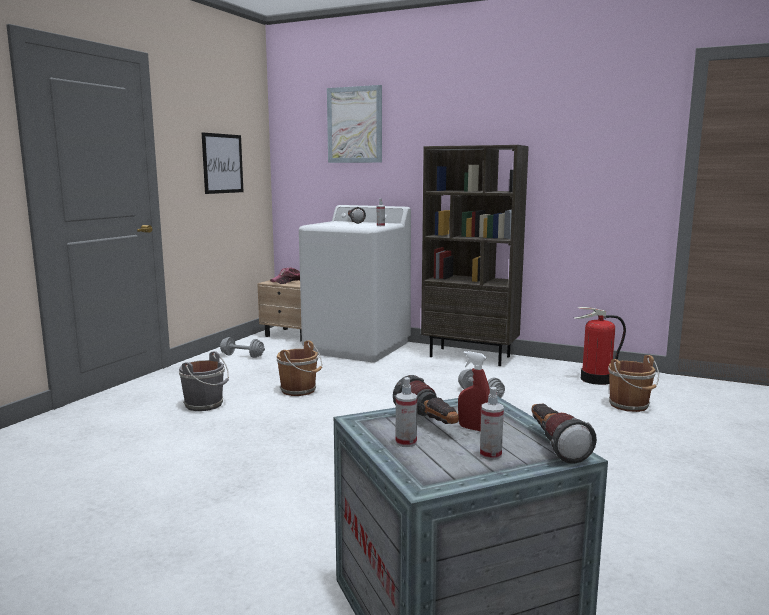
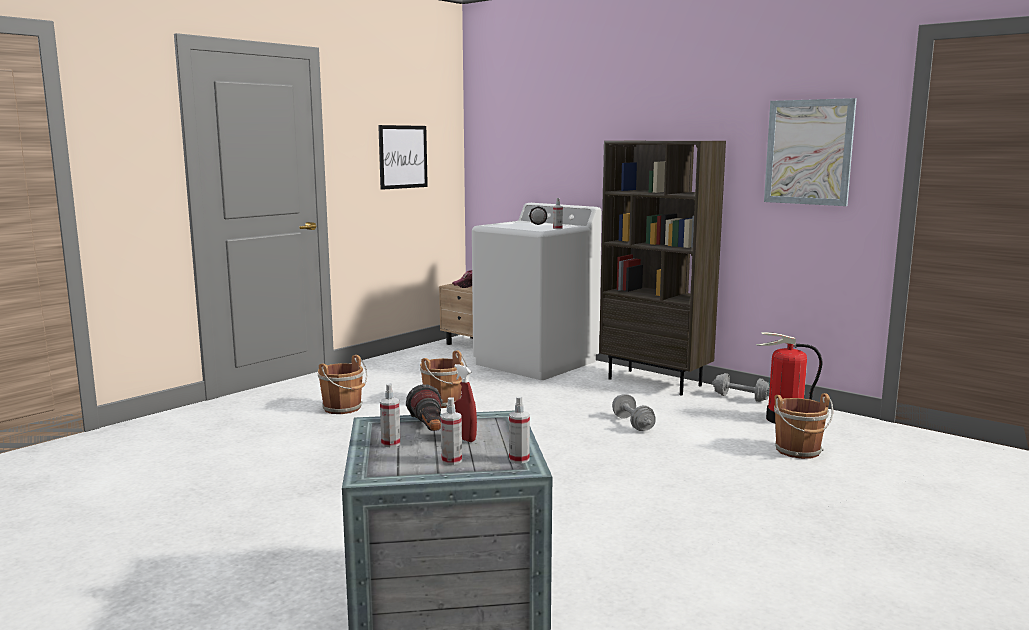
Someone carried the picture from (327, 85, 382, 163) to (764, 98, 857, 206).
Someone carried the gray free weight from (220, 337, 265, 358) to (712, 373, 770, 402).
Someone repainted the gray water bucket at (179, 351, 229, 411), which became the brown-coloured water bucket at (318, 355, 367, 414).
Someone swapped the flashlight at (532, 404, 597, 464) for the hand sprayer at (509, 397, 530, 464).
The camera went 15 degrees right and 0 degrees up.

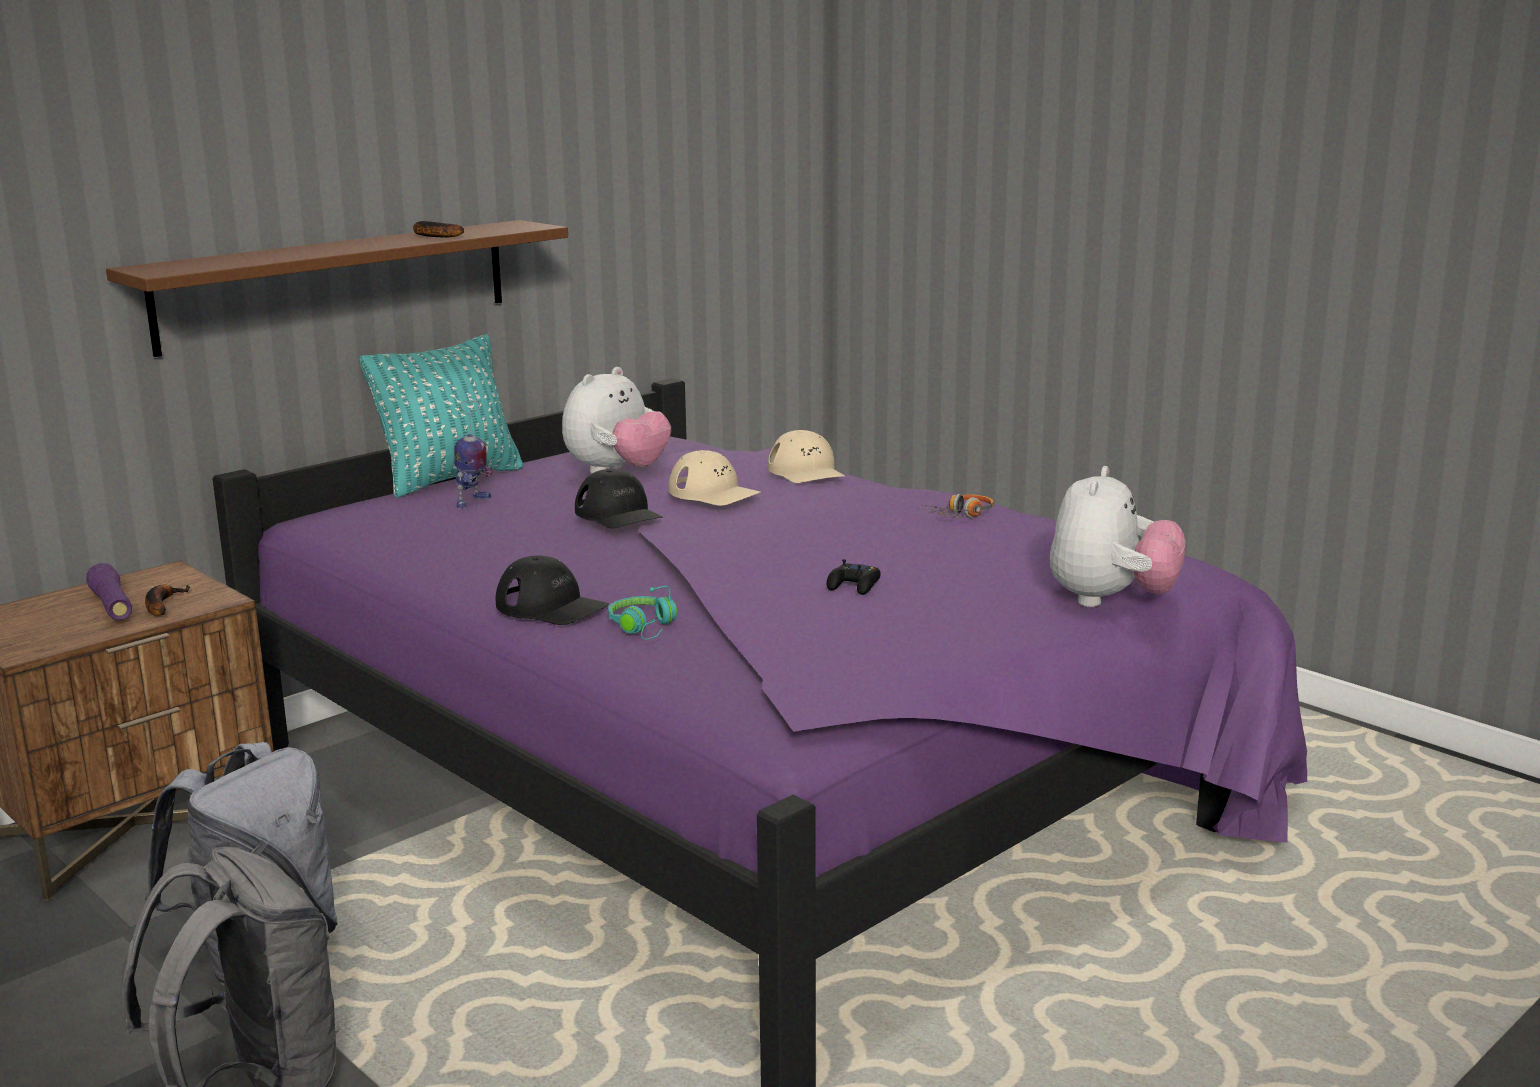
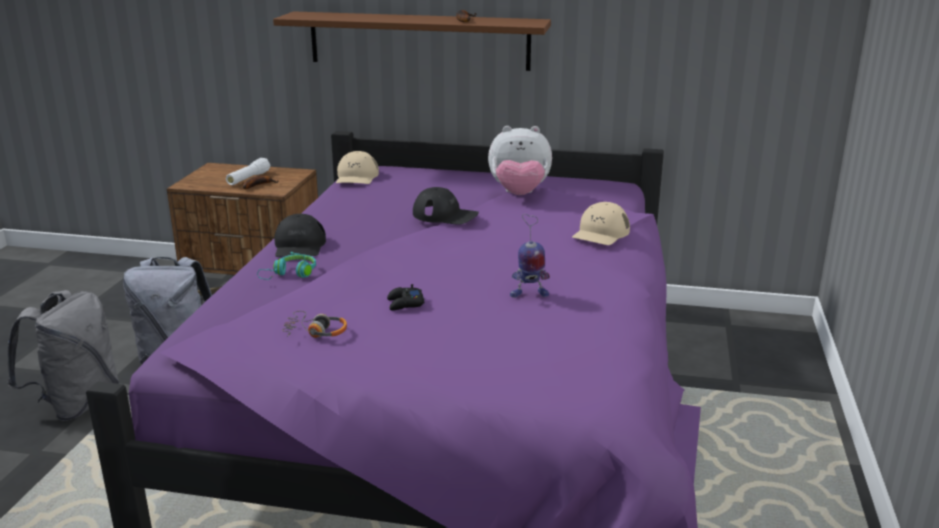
Someone took away the turquoise throw pillow at (360, 334, 523, 498).
Someone carried the model robot from (454, 400, 494, 509) to (510, 214, 550, 298).
Someone carried the beige baseball cap from (668, 450, 761, 506) to (336, 151, 379, 184).
Someone took away the cuddly toy at (1050, 466, 1185, 607).
Someone rotated the black baseball cap at (575, 469, 663, 528) by 90 degrees counterclockwise.
Someone carried the pair of headphones from (918, 494, 994, 518) to (282, 311, 347, 338).
Someone repainted the purplish flashlight at (86, 563, 132, 620), which became the whitish flashlight at (226, 158, 270, 185).
The camera went 55 degrees right and 5 degrees up.

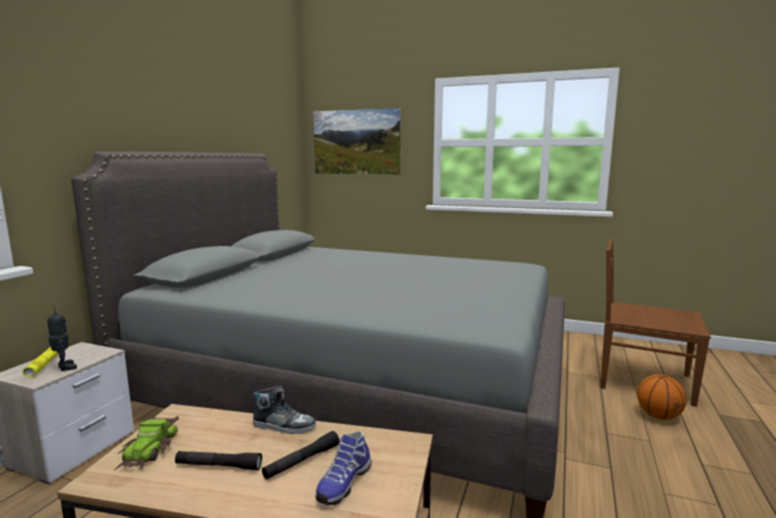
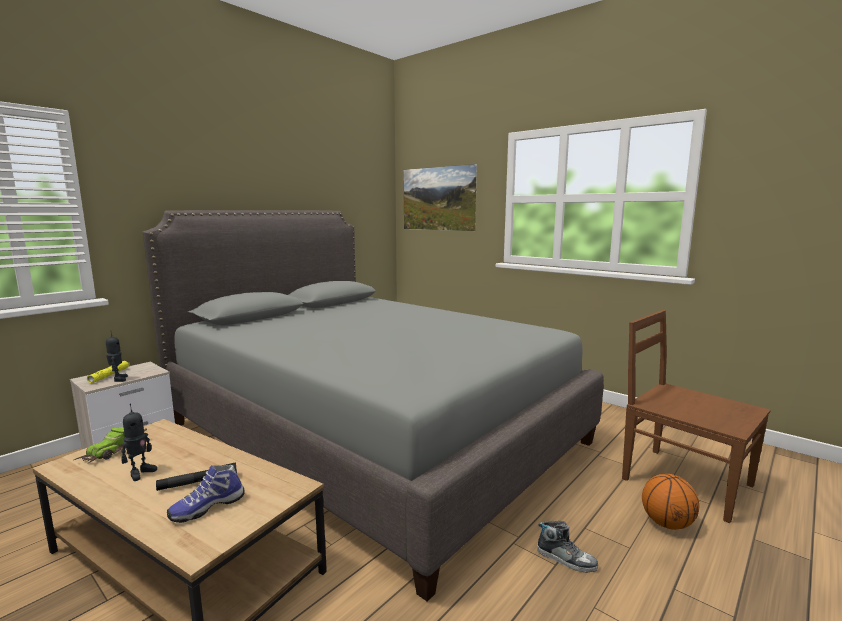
Someone carried the shoe from (252, 386, 316, 434) to (537, 521, 598, 573).
Someone swapped the black flashlight at (175, 451, 262, 470) for the model robot at (121, 404, 157, 481).
The camera went 20 degrees right and 0 degrees up.

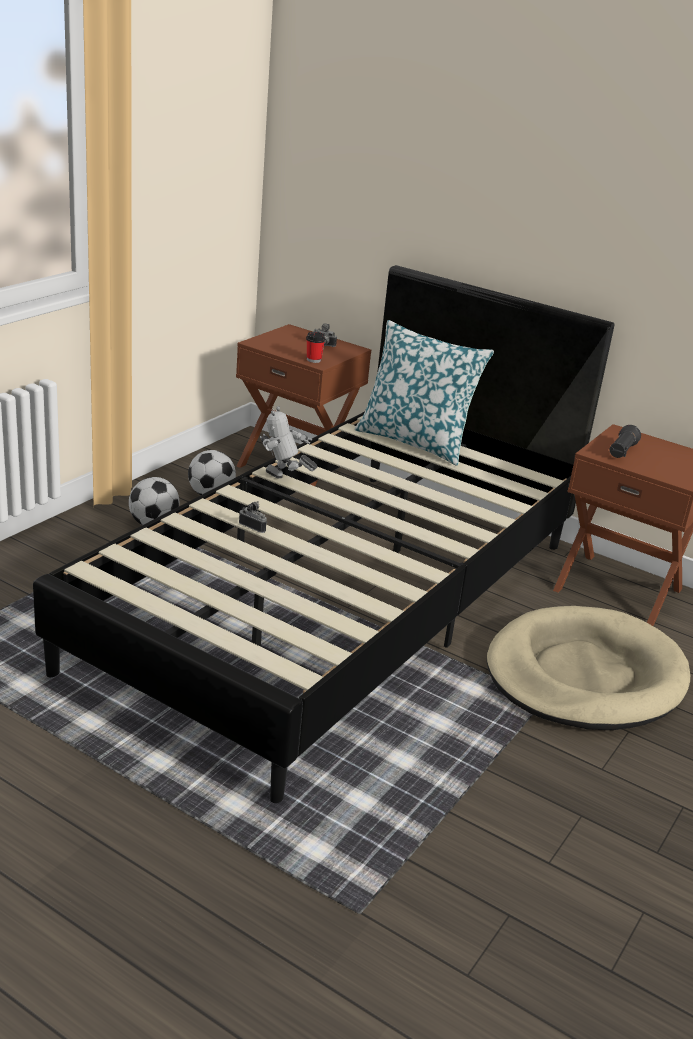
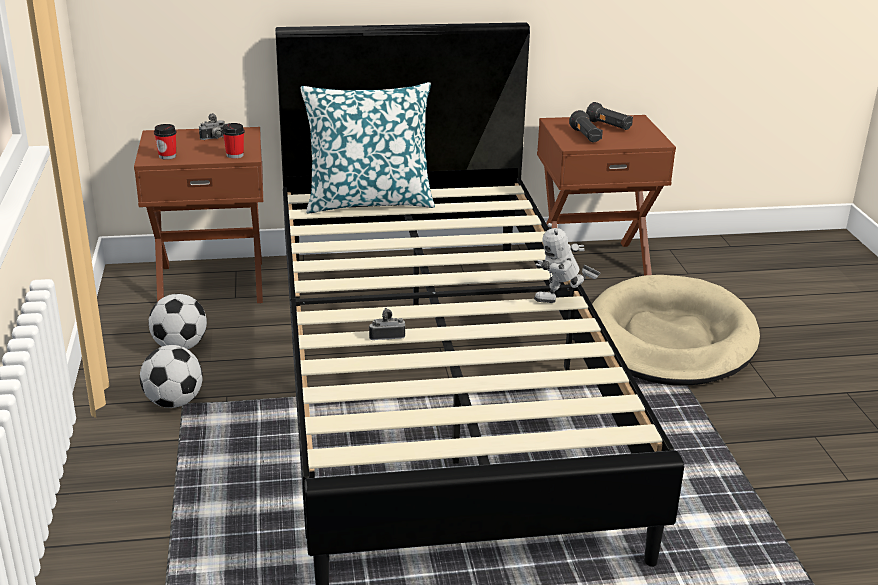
Someone carried the model robot from (260, 406, 317, 479) to (534, 223, 600, 303).
Someone put down the black flashlight at (586, 102, 633, 130).
Someone put down the cup at (154, 124, 177, 160).
The camera went 40 degrees left and 0 degrees up.

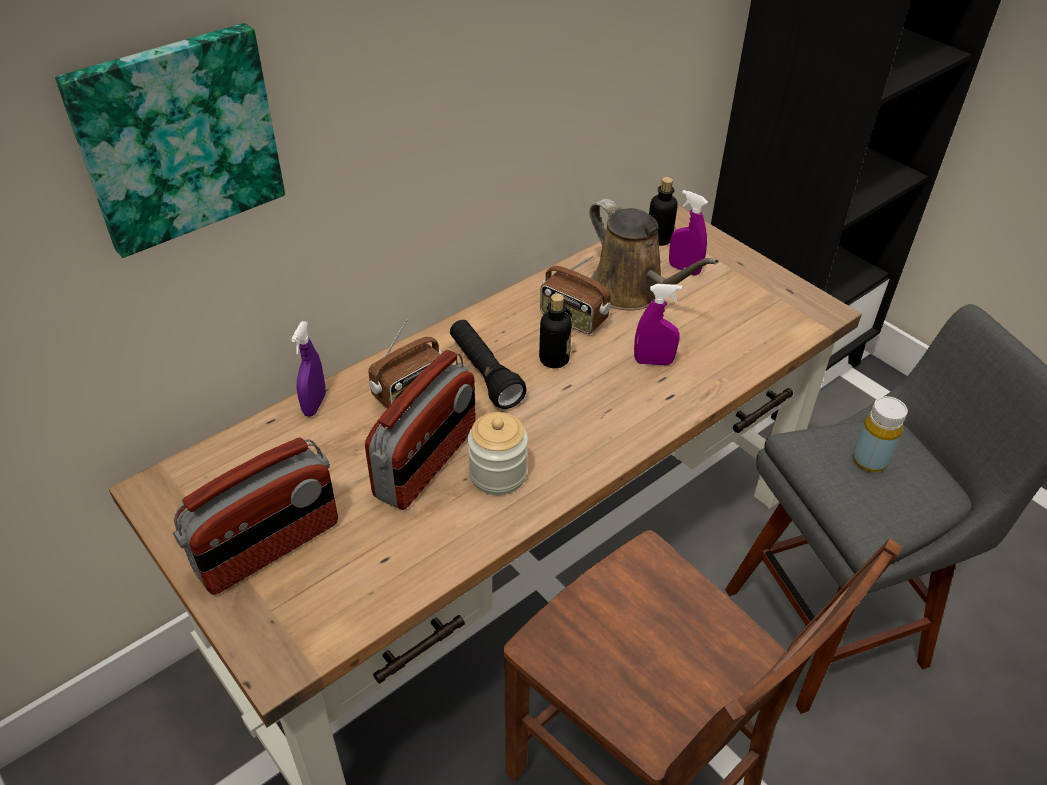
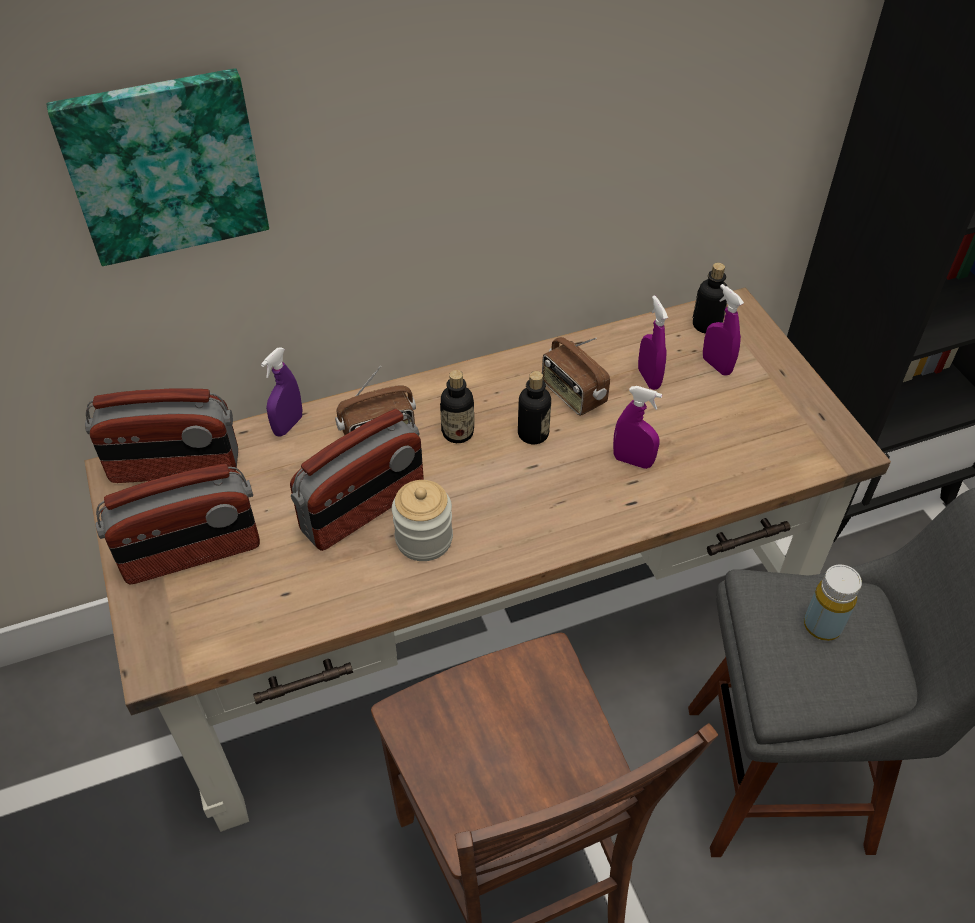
Someone swapped the brown-coloured watering pot at (589, 199, 719, 311) for the purplish hand sprayer at (638, 295, 668, 390).
Someone swapped the black flashlight at (450, 320, 527, 409) for the beverage bottle at (440, 370, 474, 443).
Someone put down the radio receiver at (85, 388, 238, 483).
The camera went 20 degrees right and 5 degrees up.

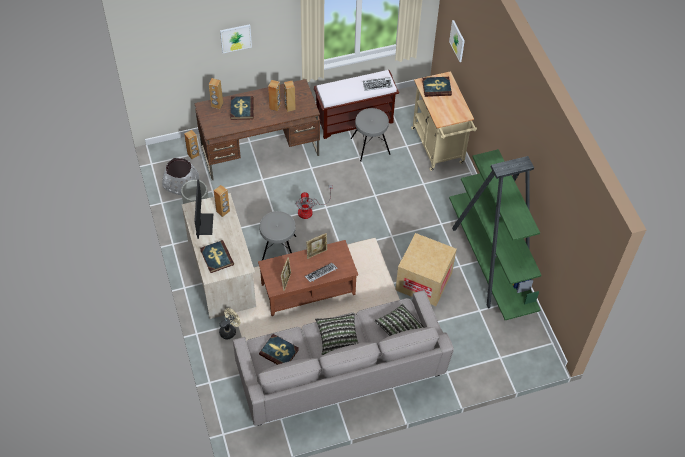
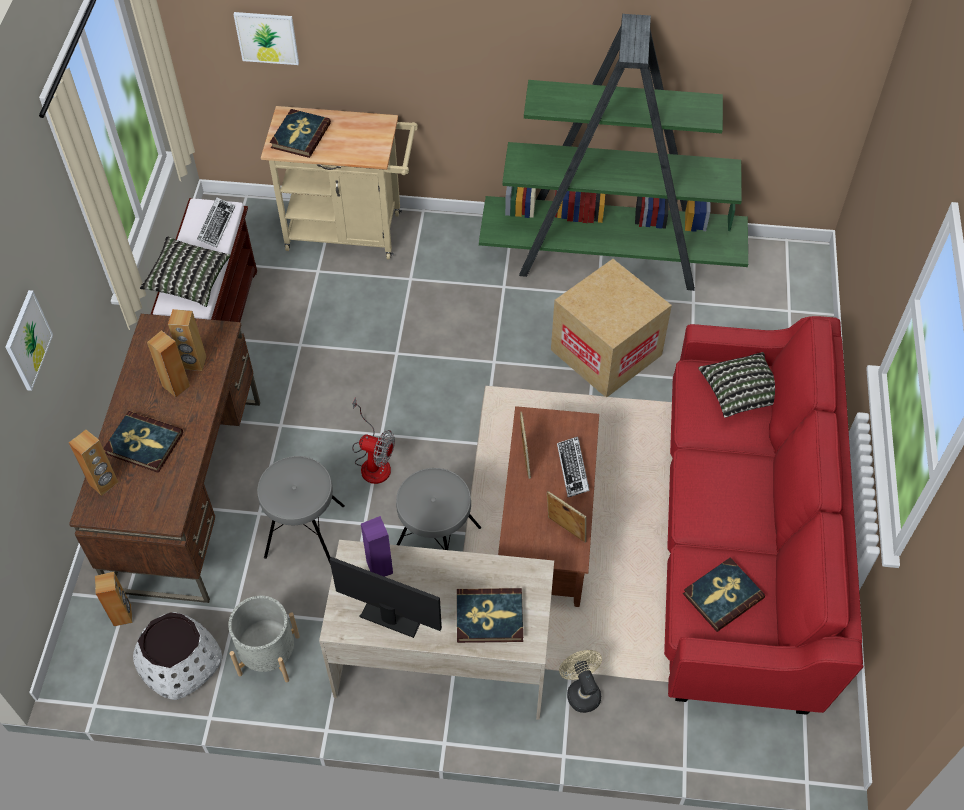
Someone carried the gray stool from (351, 108, 391, 162) to (257, 456, 345, 563).
Someone repainted the brown-coloured audio speaker at (214, 185, 230, 217), which became the purplish audio speaker at (361, 516, 393, 577).
Someone repainted the gray couch at (233, 290, 454, 426), which became the red couch at (664, 316, 863, 715).
Someone carried the throw pillow from (315, 313, 358, 355) to (140, 236, 230, 307).
The camera went 65 degrees left and 0 degrees up.

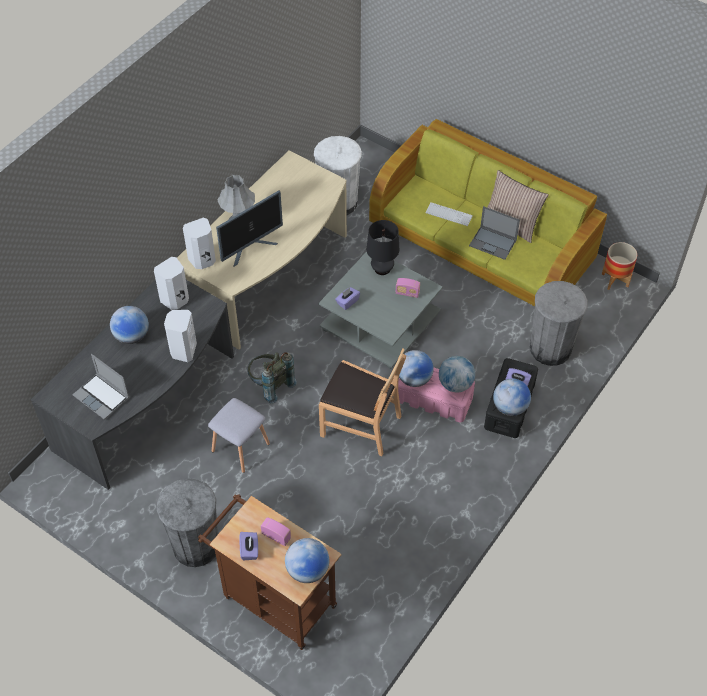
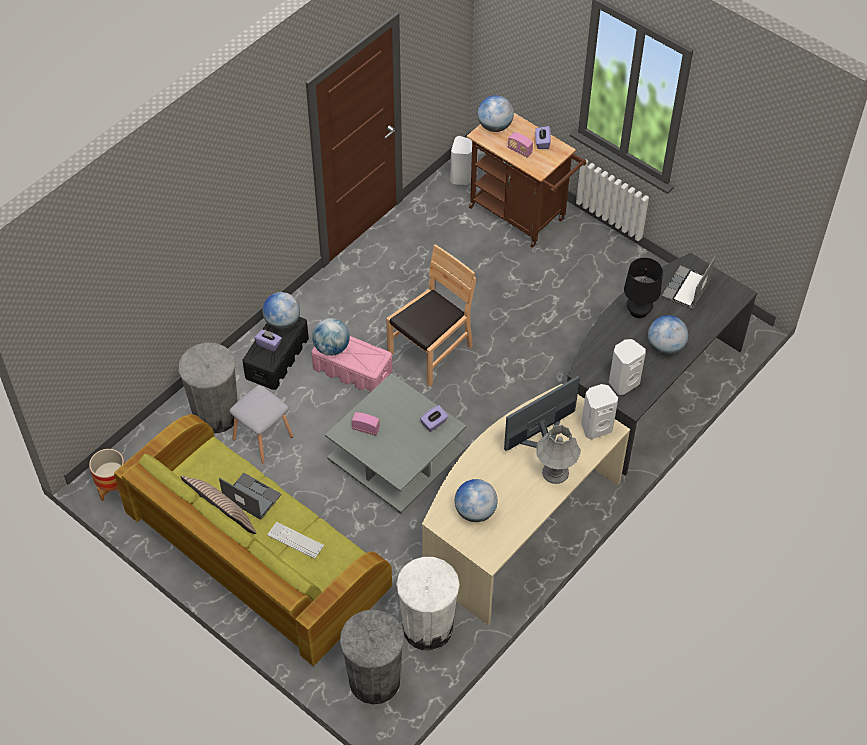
Someone carried the black lamp for a table from (367, 220, 399, 275) to (624, 258, 663, 318).
Someone carried the whitish audio speaker from (164, 310, 197, 362) to (450, 136, 472, 185).
Someone rotated the brown-coloured chair at (319, 348, 406, 456) by 105 degrees clockwise.
Someone carried the globe from (399, 350, 434, 387) to (455, 479, 498, 522).
Someone took away the gray rucksack at (248, 352, 297, 404).
Someone rotated the portable computer at (73, 354, 129, 420) by 105 degrees counterclockwise.
Someone carried the gray stool from (208, 398, 270, 473) to (229, 385, 293, 464).
Someone carried the gray trash can from (157, 478, 218, 567) to (340, 609, 404, 704).
The camera went 175 degrees left and 0 degrees up.

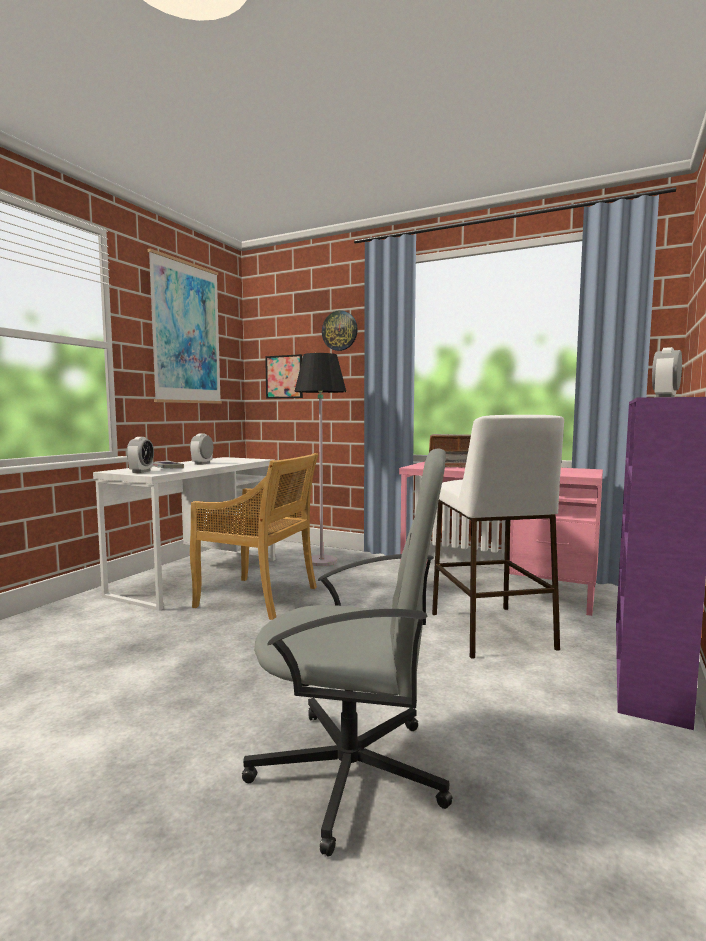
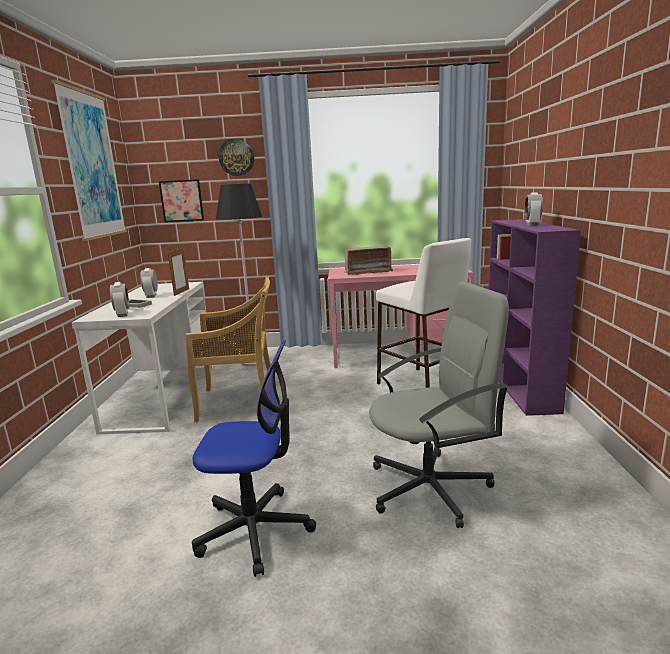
Someone put down the photo frame at (168, 247, 189, 296).
Someone put down the computer chair at (192, 340, 316, 577).
The camera went 25 degrees left and 10 degrees up.

